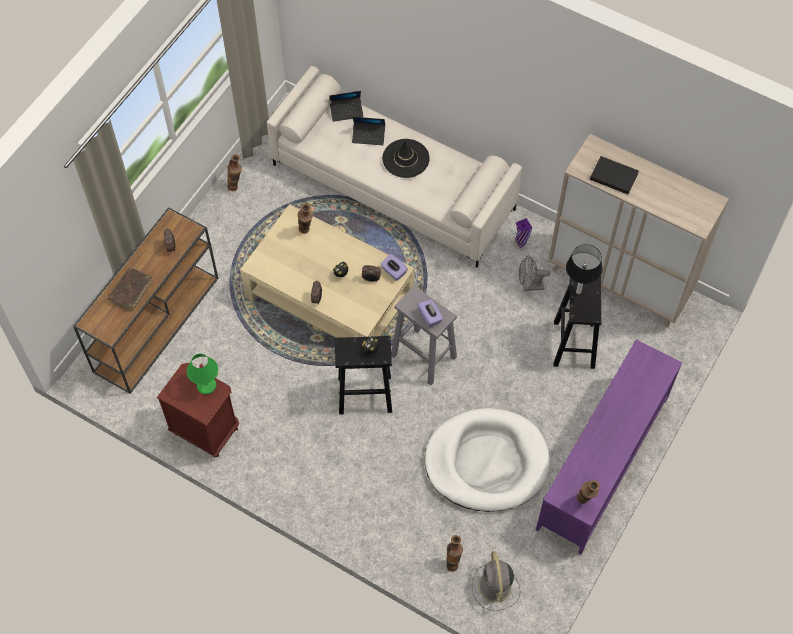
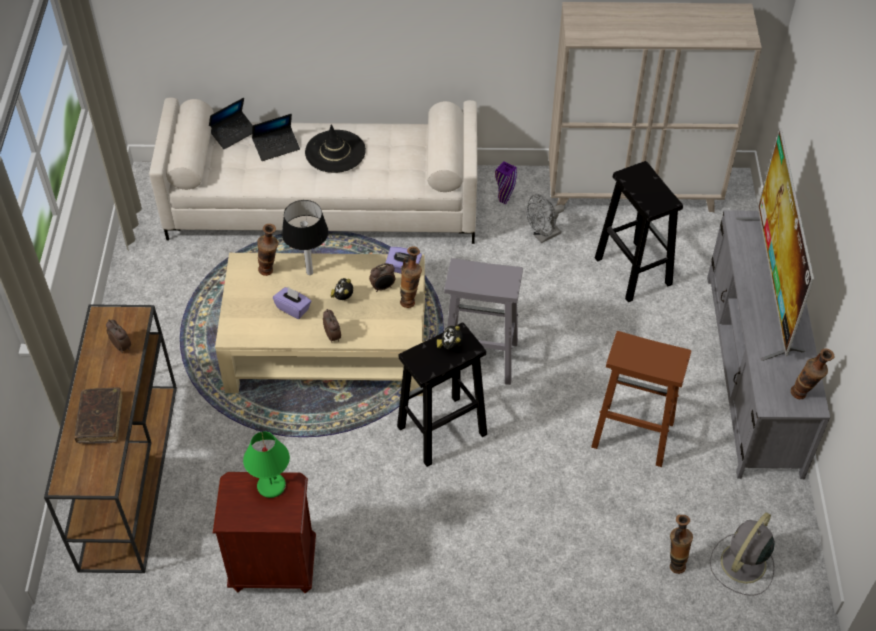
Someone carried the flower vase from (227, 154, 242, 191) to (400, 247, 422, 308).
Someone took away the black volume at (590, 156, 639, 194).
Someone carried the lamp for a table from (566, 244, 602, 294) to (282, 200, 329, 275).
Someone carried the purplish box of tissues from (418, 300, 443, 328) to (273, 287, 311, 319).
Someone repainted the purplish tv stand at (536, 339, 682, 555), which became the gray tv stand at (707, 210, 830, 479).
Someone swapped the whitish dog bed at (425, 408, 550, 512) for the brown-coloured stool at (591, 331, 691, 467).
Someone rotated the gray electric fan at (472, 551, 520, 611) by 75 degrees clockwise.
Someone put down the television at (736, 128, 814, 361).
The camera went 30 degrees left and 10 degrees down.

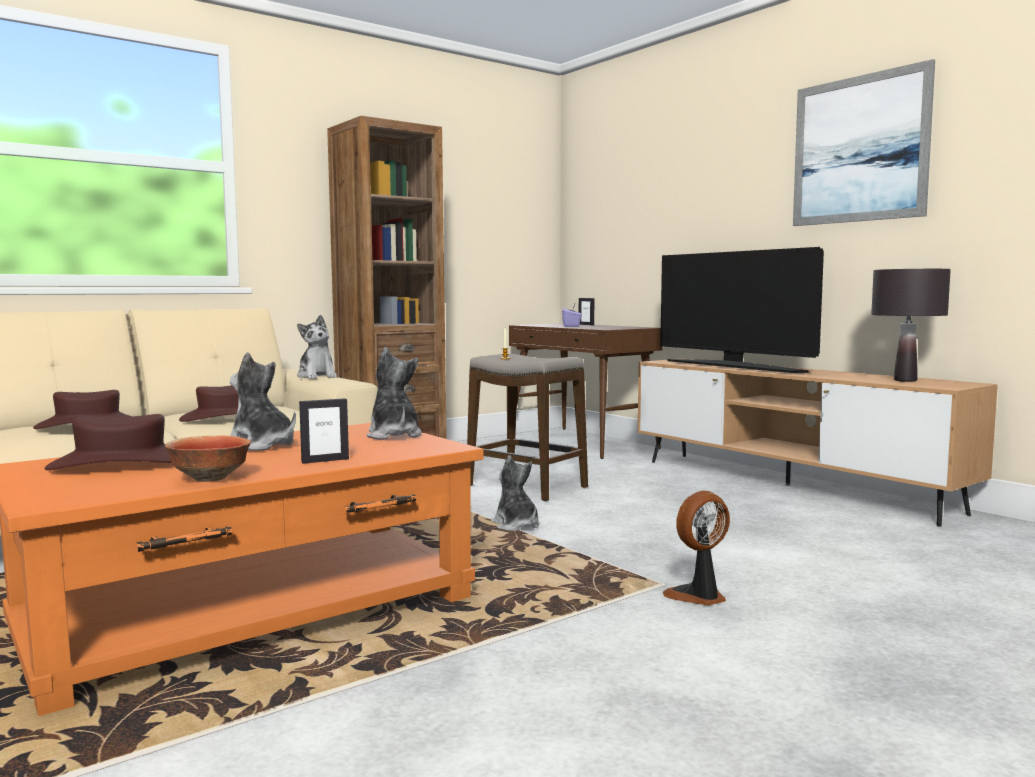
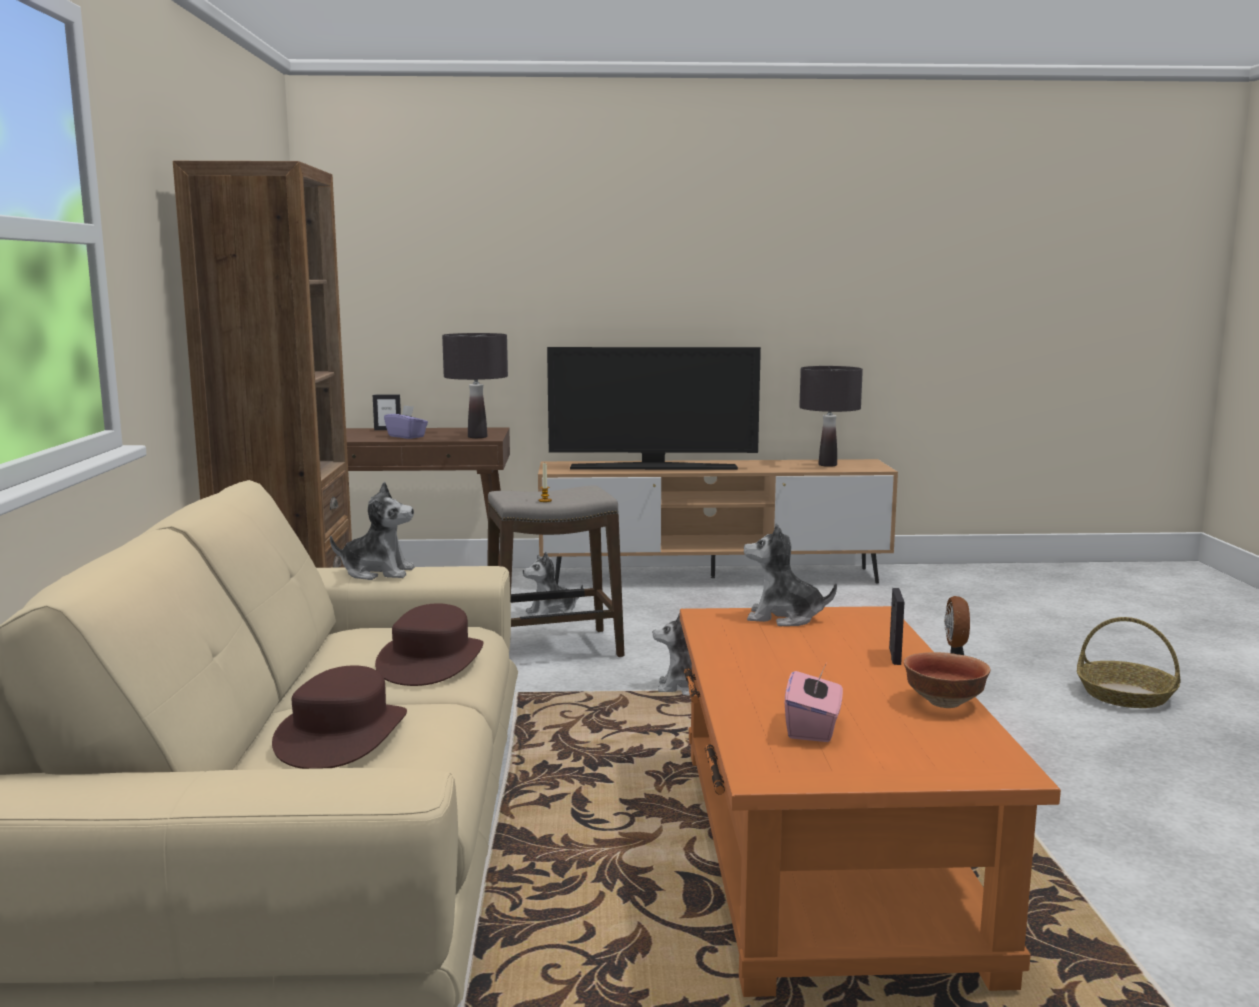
Someone took away the picture at (793, 59, 935, 226).
Someone carried the cuddly toy from (230, 352, 296, 451) to (523, 552, 583, 616).
Someone swapped the brown-coloured hat at (45, 414, 171, 470) for the pink-coloured box of tissues at (785, 666, 843, 742).
Someone put down the black lamp for a table at (442, 333, 508, 438).
Someone put down the basket at (1077, 617, 1181, 708).
The camera went 55 degrees left and 5 degrees up.

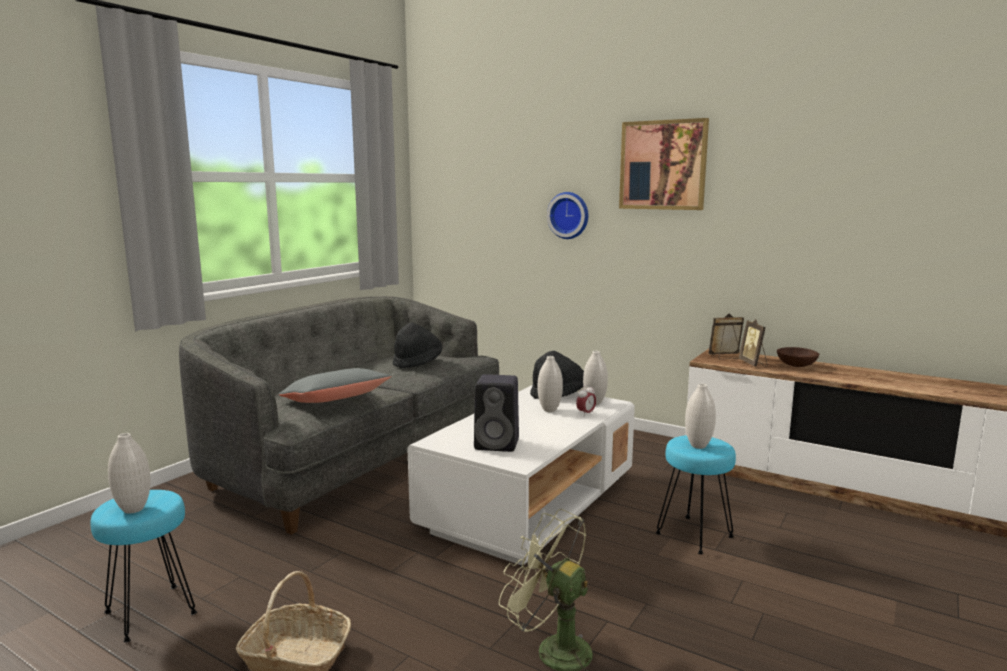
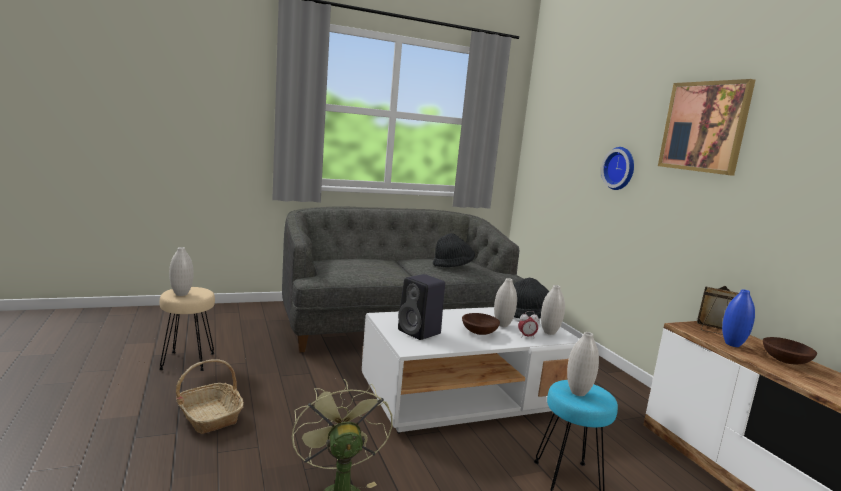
Someone swapped the photo frame at (739, 319, 768, 367) for the blue-coloured flower vase at (722, 289, 755, 347).
Someone took away the gray throw pillow at (278, 368, 391, 403).
Someone repainted the turquoise stool at (90, 490, 197, 643), which became the beige stool at (159, 287, 215, 371).
Someone put down the brown-coloured serving bowl at (462, 313, 500, 335).
The camera went 35 degrees right and 0 degrees up.

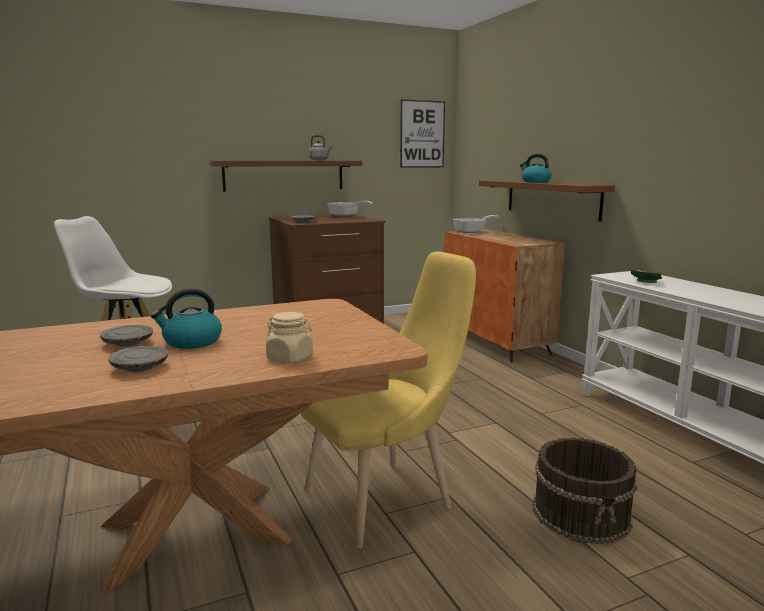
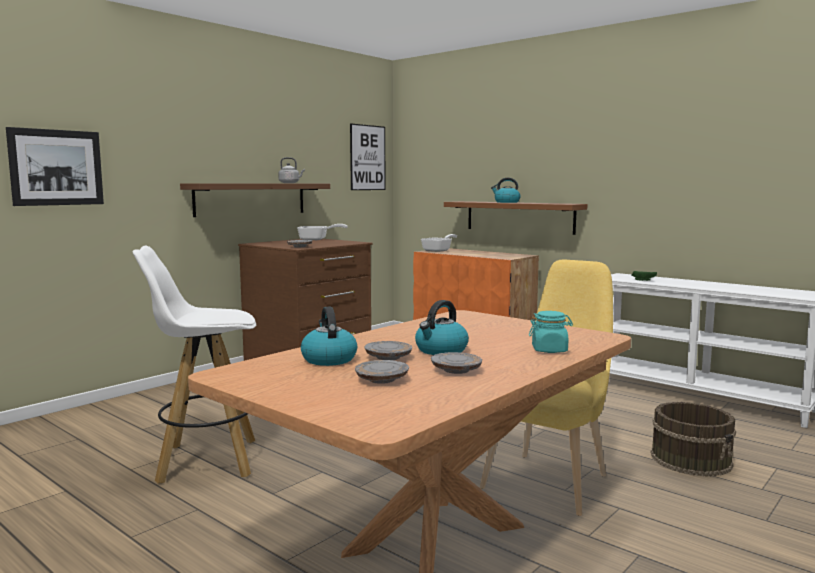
Someone repainted the beige storage jar at (266, 312, 313, 363), which became the turquoise storage jar at (529, 311, 573, 353).
Someone put up the picture at (6, 127, 104, 206).
Someone put down the water kettle at (301, 307, 357, 366).
Someone put down the gray flat dish at (355, 360, 409, 384).
The camera went 25 degrees left and 5 degrees down.

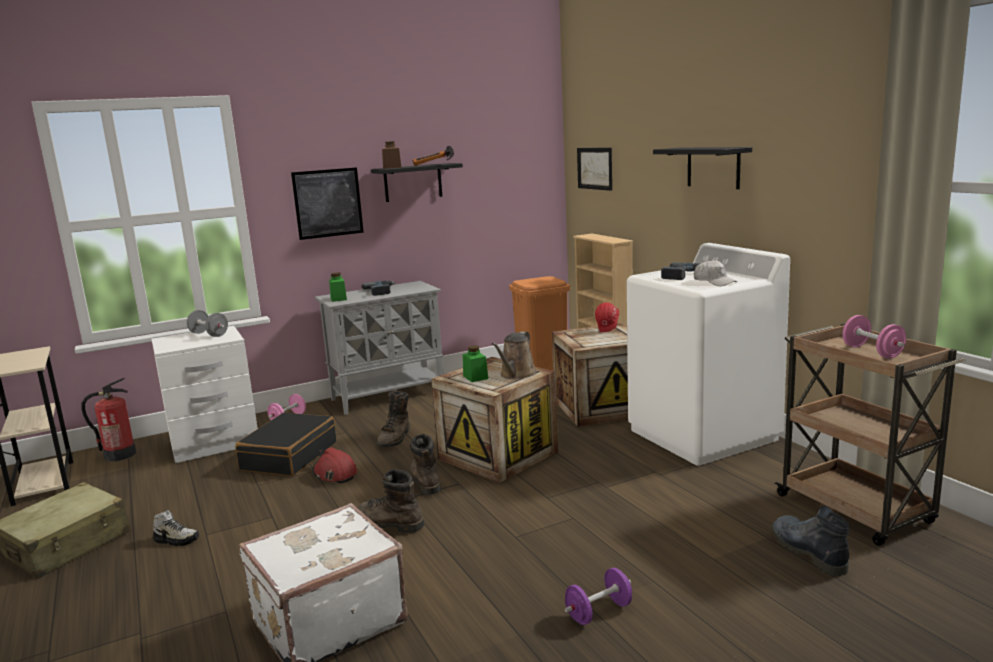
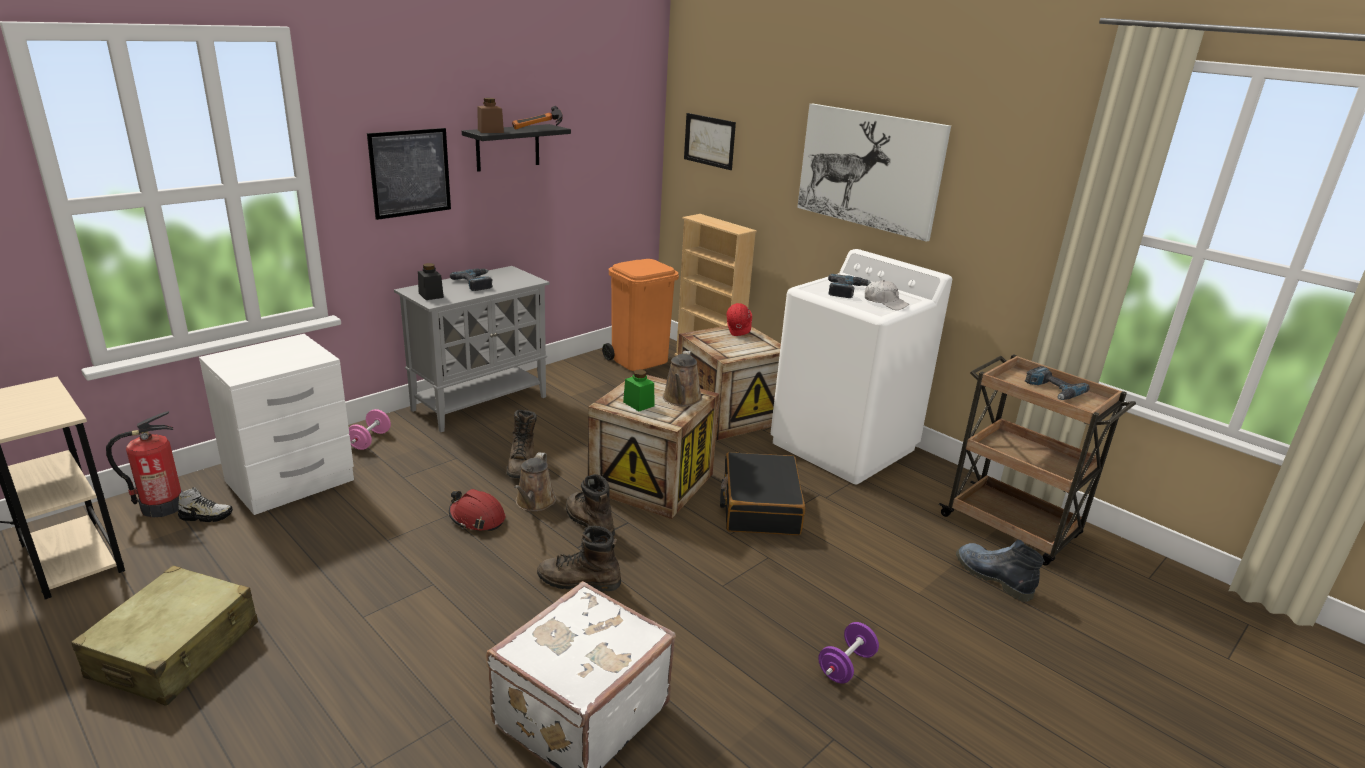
Someone swapped the black shelf at (653, 147, 752, 189) for the picture at (797, 104, 951, 242).
Someone repainted the greenish storage jar at (329, 272, 347, 302), which became the black storage jar at (418, 263, 444, 300).
Someone took away the gray free weight at (187, 310, 228, 337).
Someone swapped the pink-coloured free weight at (843, 315, 906, 359) for the electric drill at (1025, 366, 1090, 400).
Someone carried the black travel case from (235, 413, 336, 476) to (720, 452, 805, 535).
Someone carried the shoe from (153, 510, 199, 546) to (178, 487, 233, 522).
Someone put down the brown-coloured watering pot at (514, 452, 556, 512).
The camera went 20 degrees left and 10 degrees up.

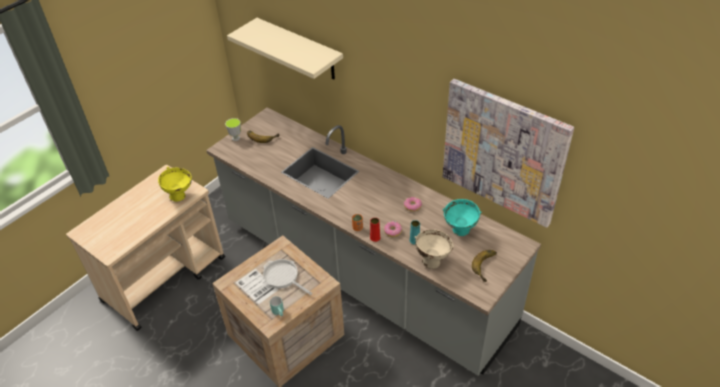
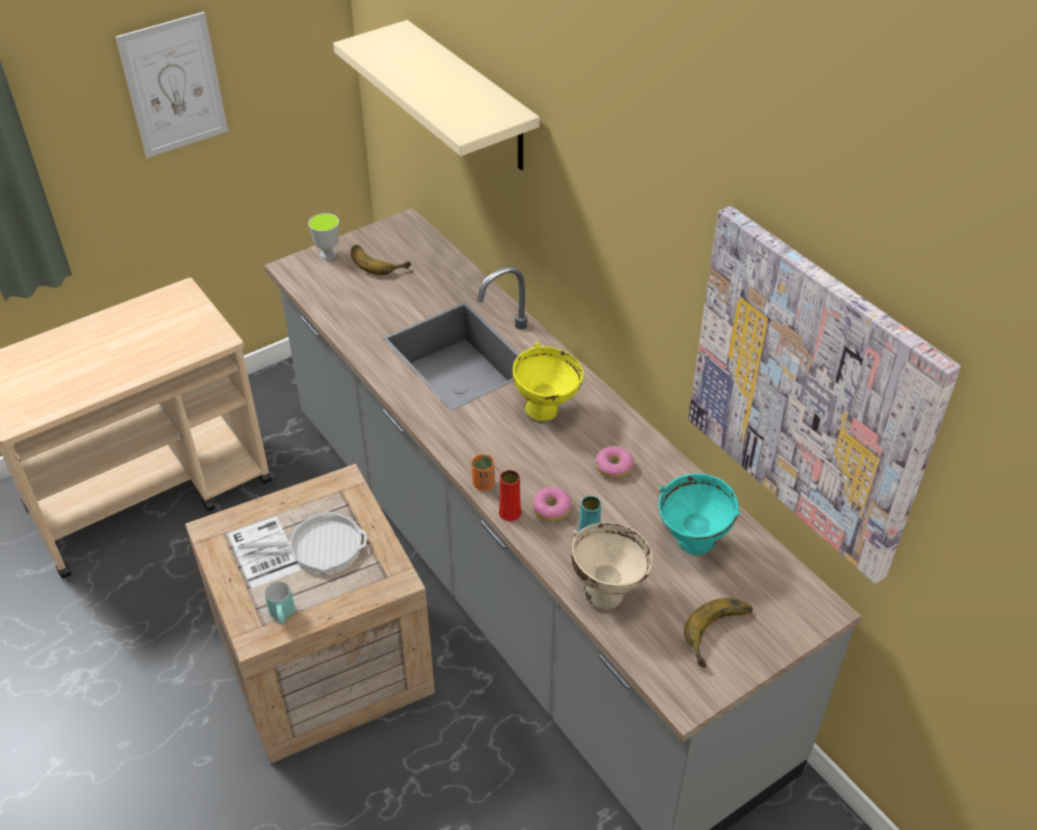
Someone carried the yellow serving bowl from (158, 167, 192, 202) to (512, 342, 584, 421).
Someone rotated the pan at (263, 259, 312, 295) by 120 degrees clockwise.
Someone put up the picture at (115, 12, 228, 158).
The camera went 15 degrees right and 0 degrees up.

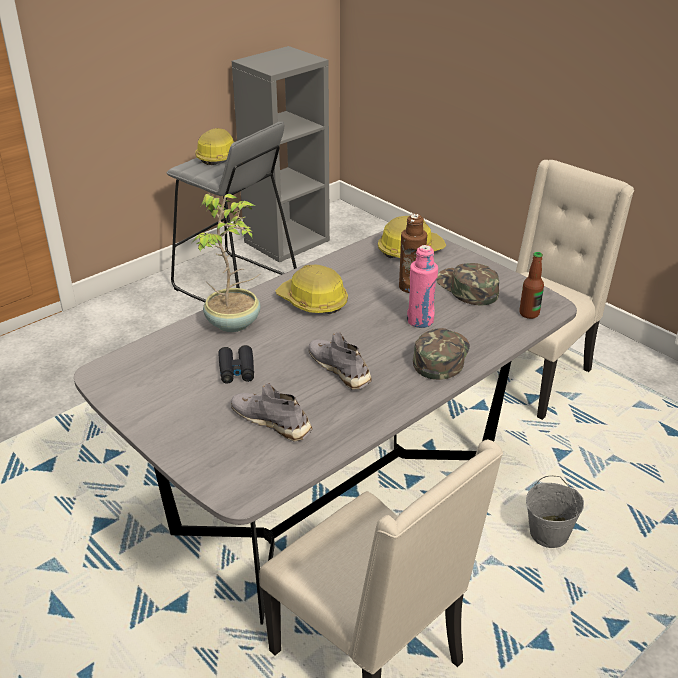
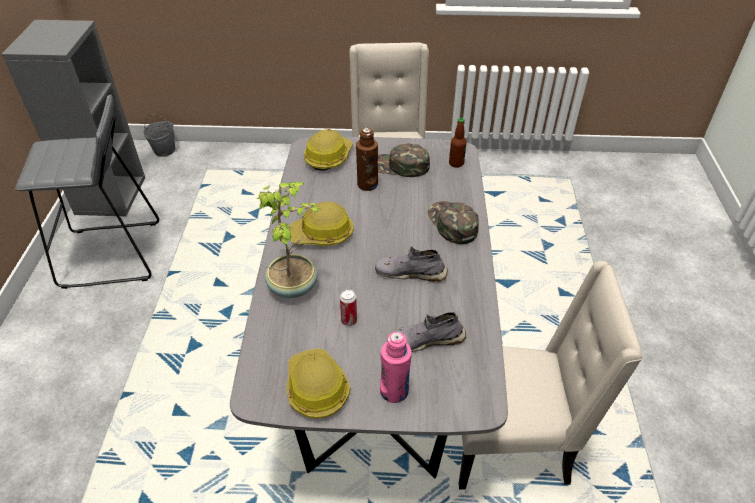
Someone carried the safety helmet from (195, 128, 234, 165) to (286, 348, 351, 419).
Someone carried the pink-coloured beverage bottle from (407, 245, 438, 328) to (380, 332, 412, 403).
Someone swapped the black pair of binoculars at (218, 345, 254, 384) for the sealed can at (340, 289, 357, 326).
Someone carried the gray water bucket from (526, 476, 584, 548) to (143, 114, 175, 157).
The camera went 45 degrees left and 10 degrees up.

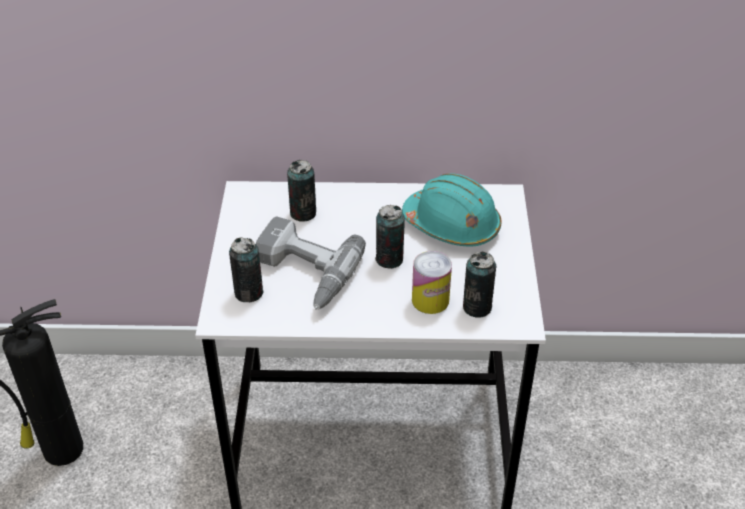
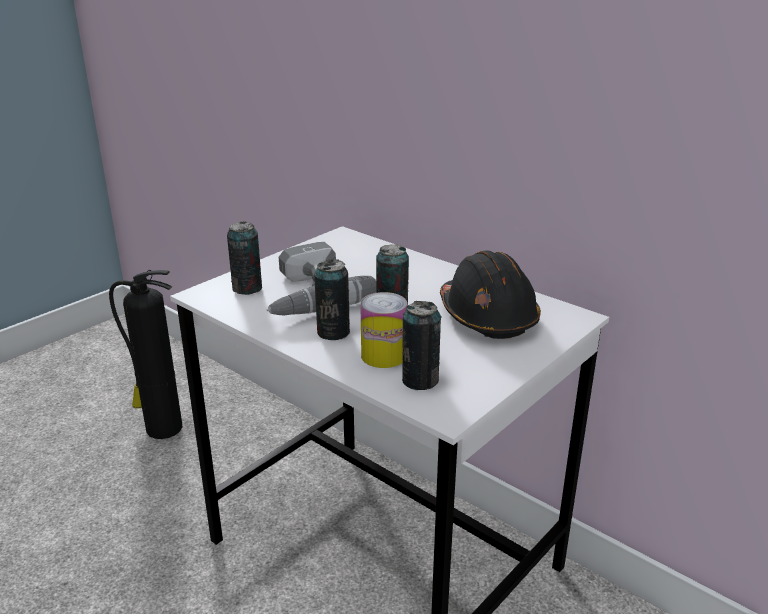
Someone carried the sealed can from (287, 160, 316, 222) to (314, 259, 350, 340).
Someone repainted the turquoise safety helmet at (402, 173, 501, 246), which became the black safety helmet at (440, 251, 541, 339).
The camera went 40 degrees right and 15 degrees down.

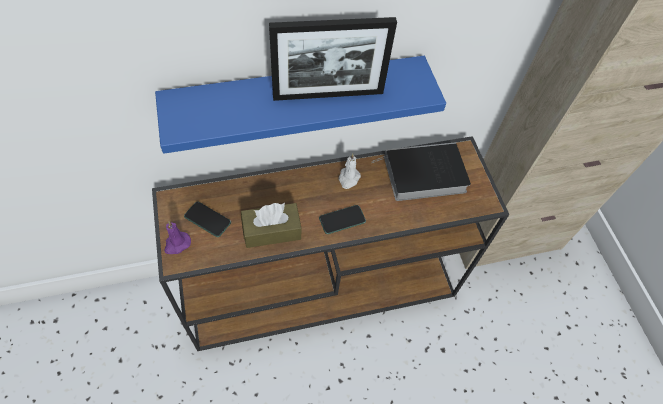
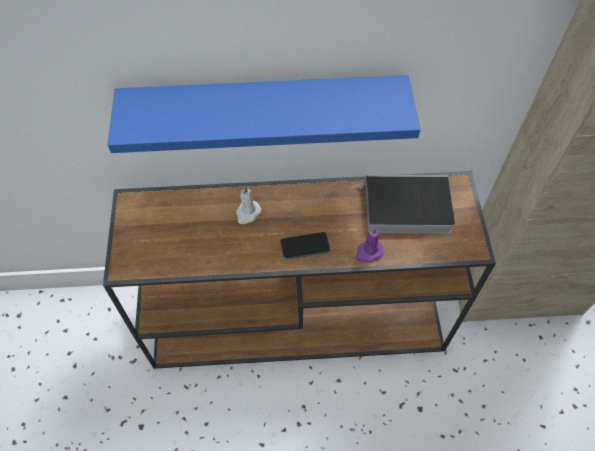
Someone took away the photo frame at (269, 17, 397, 101).
Someone carried the whitish wax light from (339, 153, 361, 189) to (236, 186, 262, 224).
Someone took away the telephone at (184, 201, 231, 237).
Someone took away the brown-coloured box of tissues at (241, 203, 302, 248).
Someone carried the purplish wax light from (164, 221, 191, 254) to (356, 227, 383, 263).
The camera went 15 degrees right and 0 degrees up.

